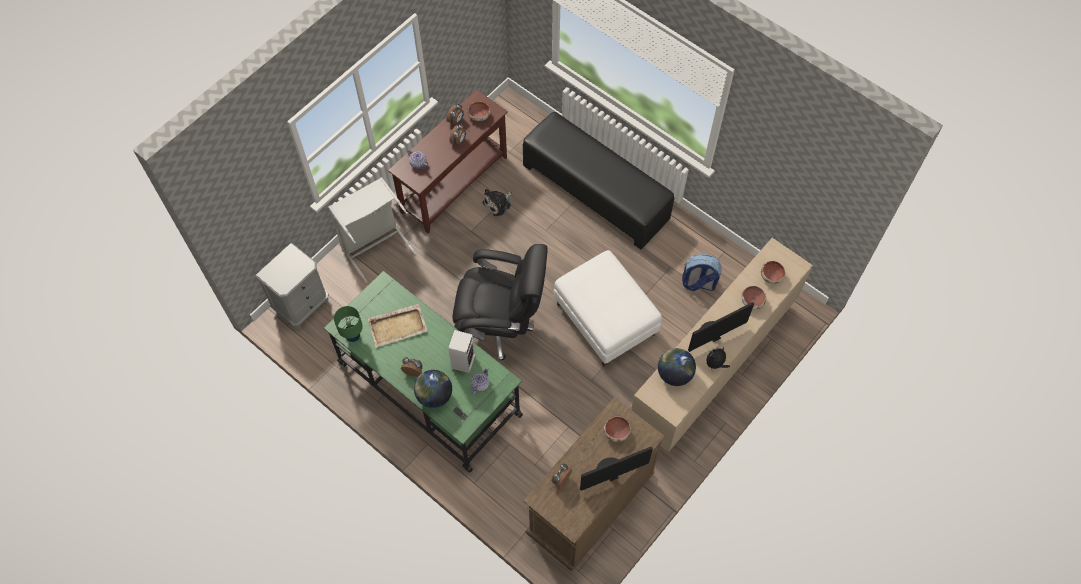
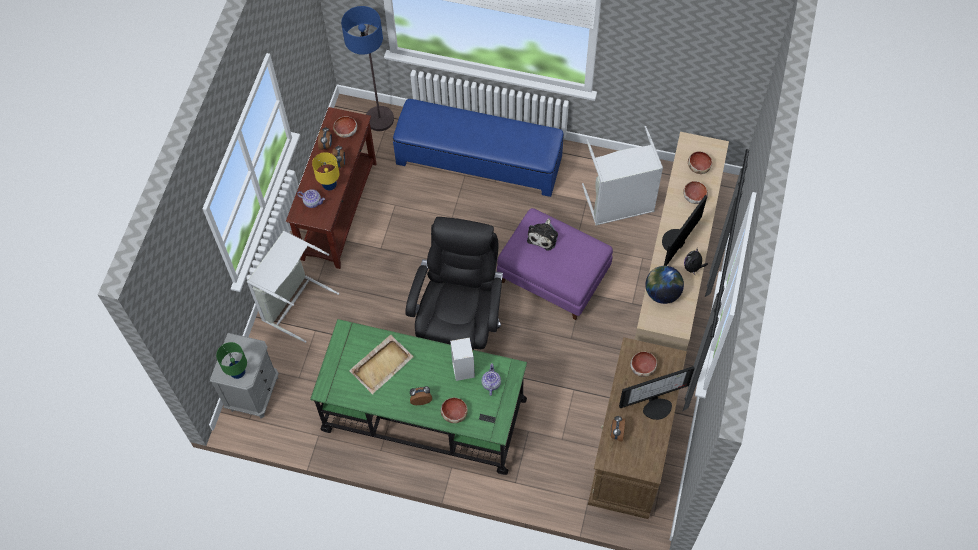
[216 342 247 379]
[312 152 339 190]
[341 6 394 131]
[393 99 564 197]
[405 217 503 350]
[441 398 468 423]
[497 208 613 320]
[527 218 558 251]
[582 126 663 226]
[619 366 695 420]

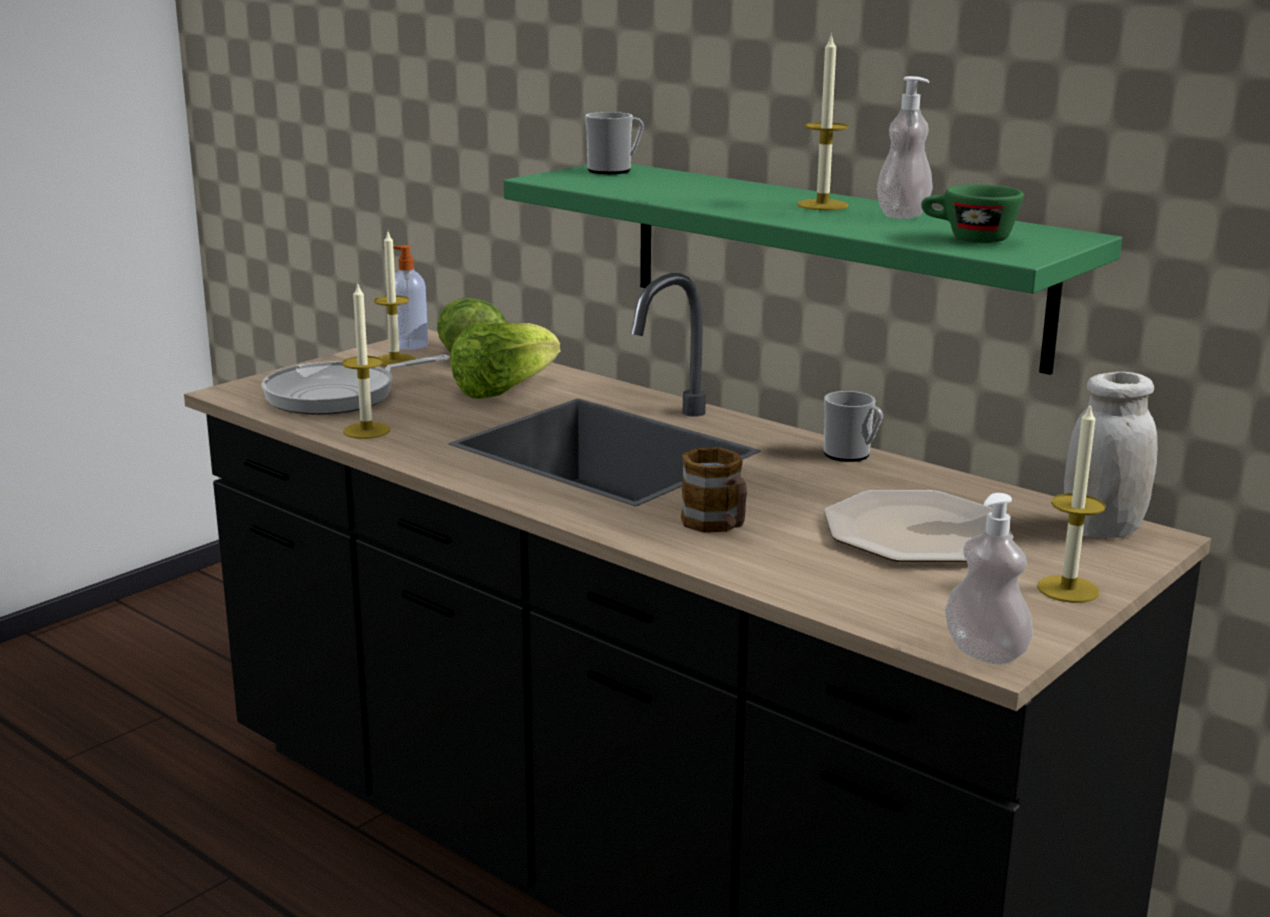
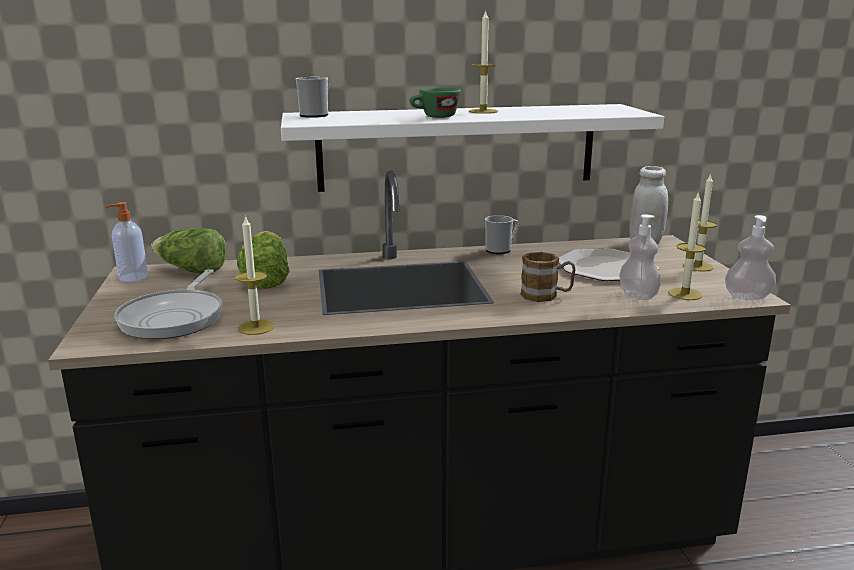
[281 104 664 192]
[410 87 461 118]
[619 215 661 300]
[668 192 706 300]

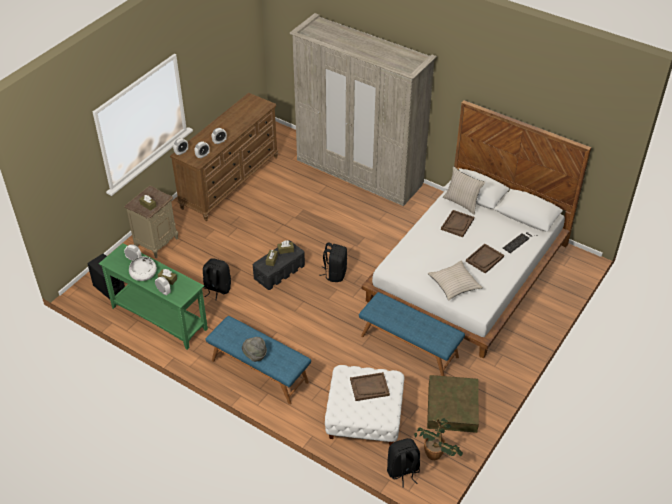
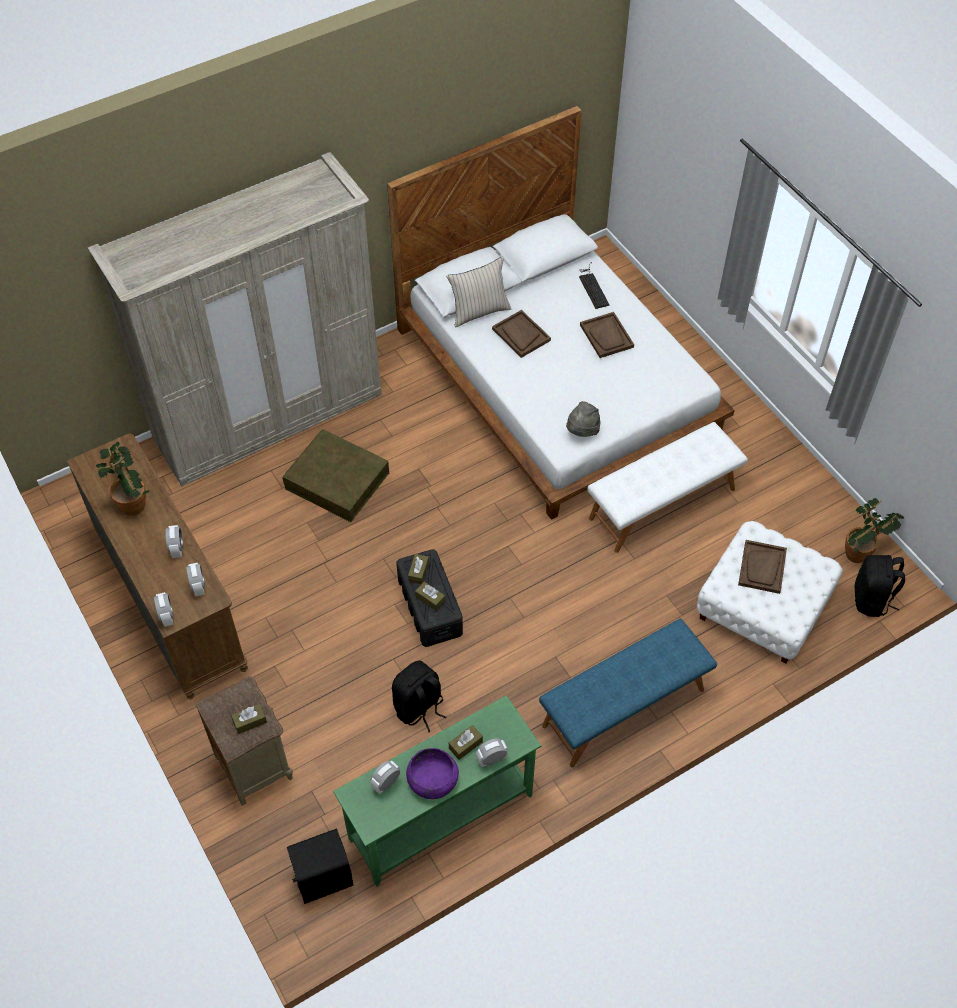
[96 442 150 516]
[282 429 389 522]
[406 748 459 799]
[566 401 601 437]
[588 422 748 553]
[319 242 347 282] (first image)
[427 260 483 301] (first image)

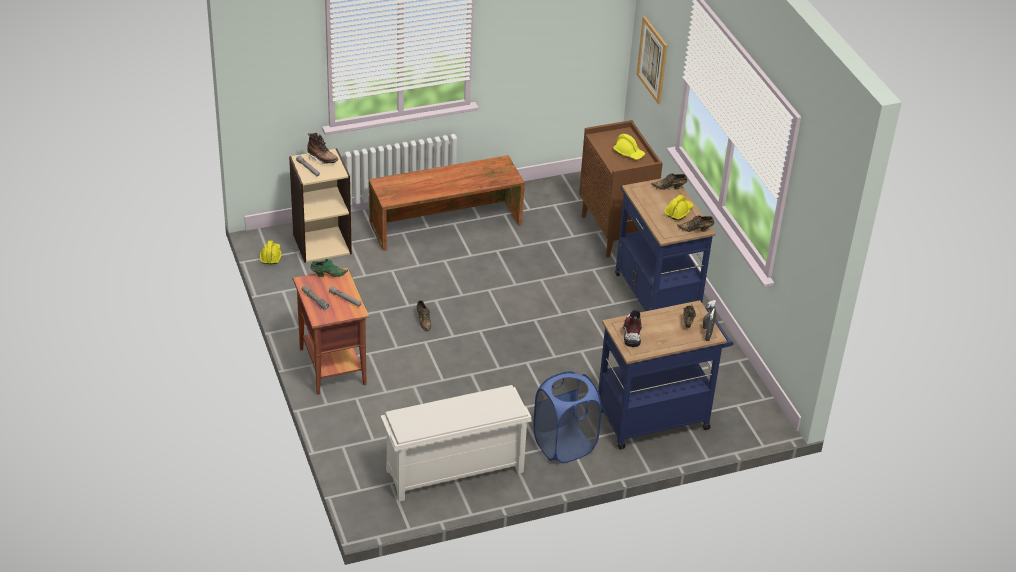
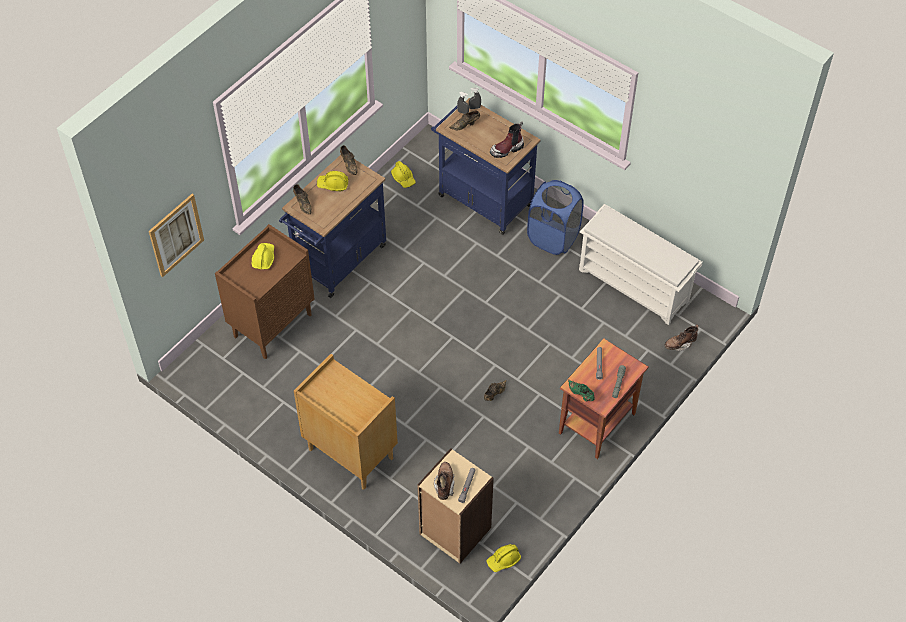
[294 354 398 490]
[391 161 416 188]
[665 324 699 351]

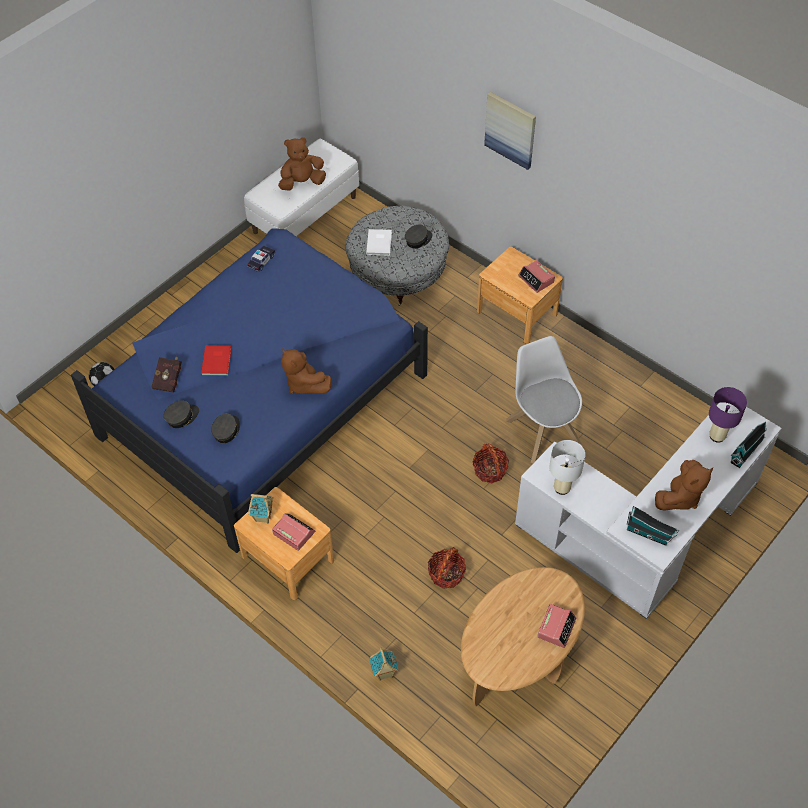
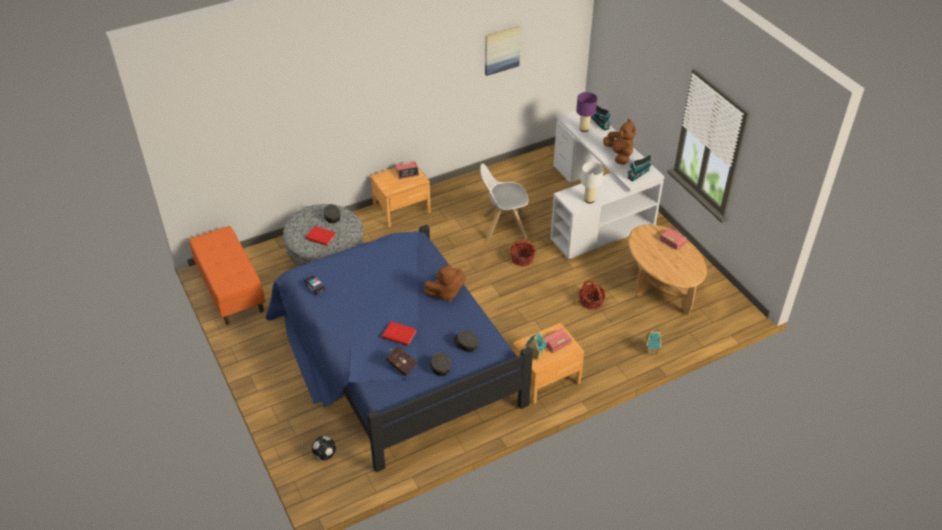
[189 226 265 325]
[305 226 337 246]
[485 26 521 76]
[278 137 326 190] (first image)

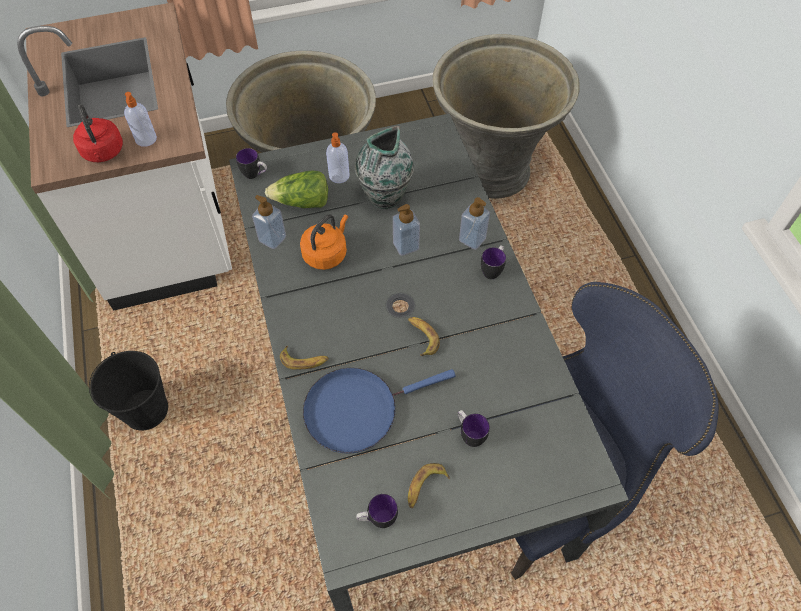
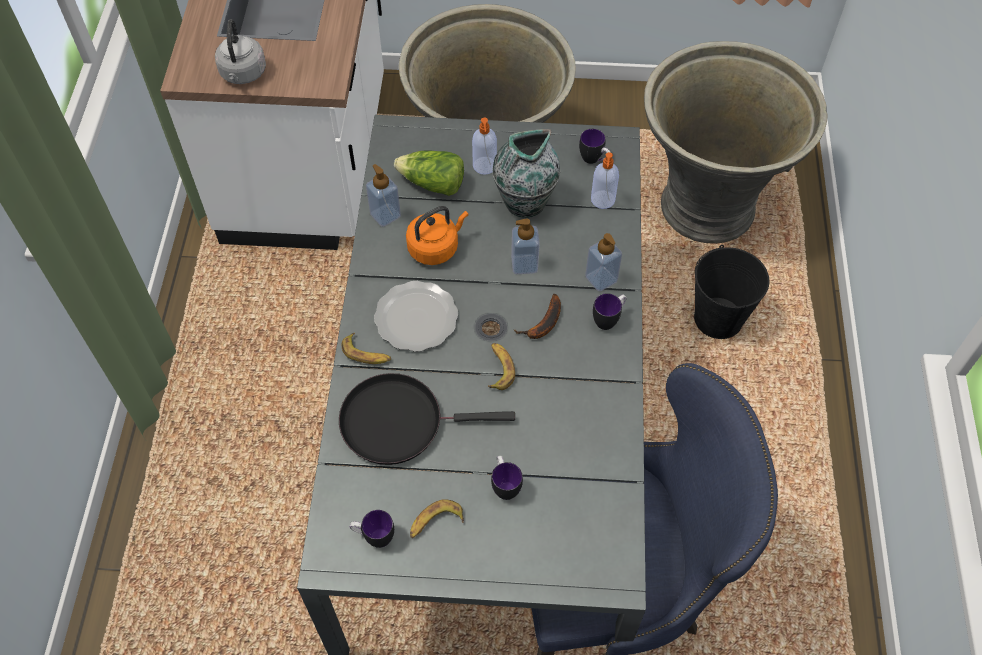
[215 19 266 84]
[339 373 515 465]
[374 281 458 352]
[513 294 561 339]
[579 129 611 164]
[591 152 619 209]
[694 245 769 339]

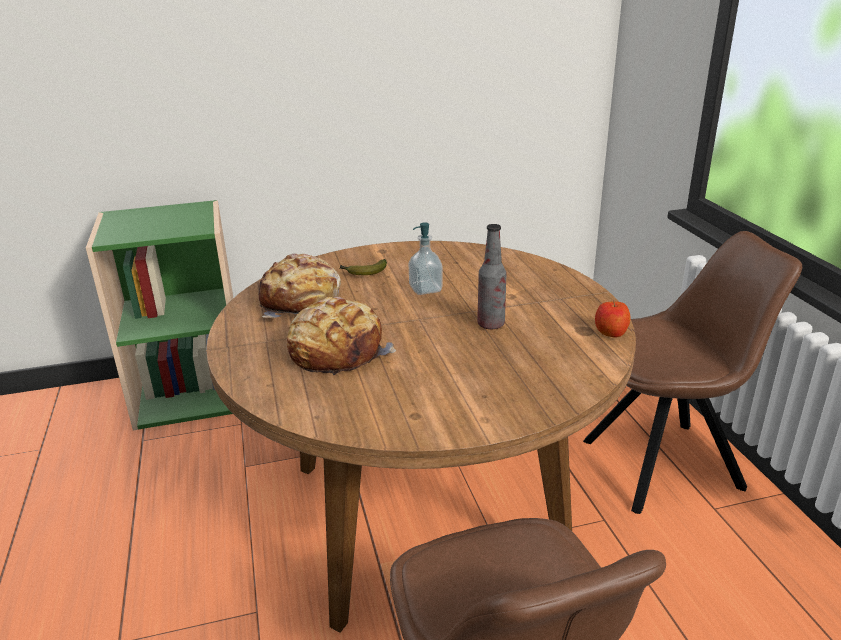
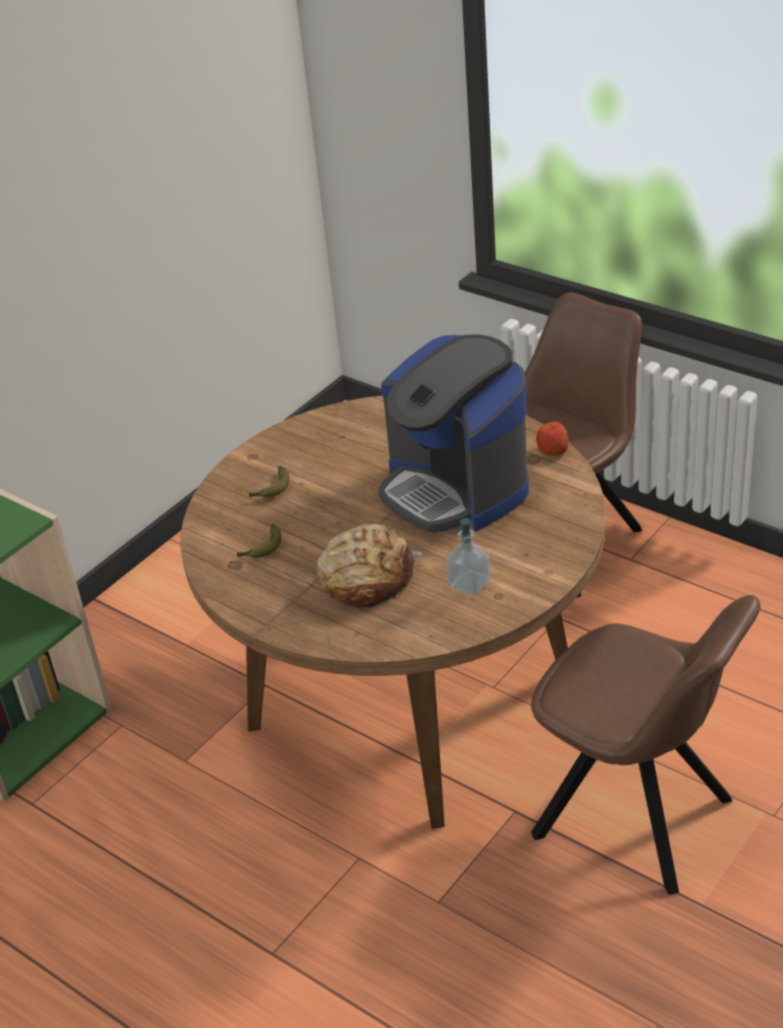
[237 524 281 558]
[378 334 529 532]
[447 518 490 596]

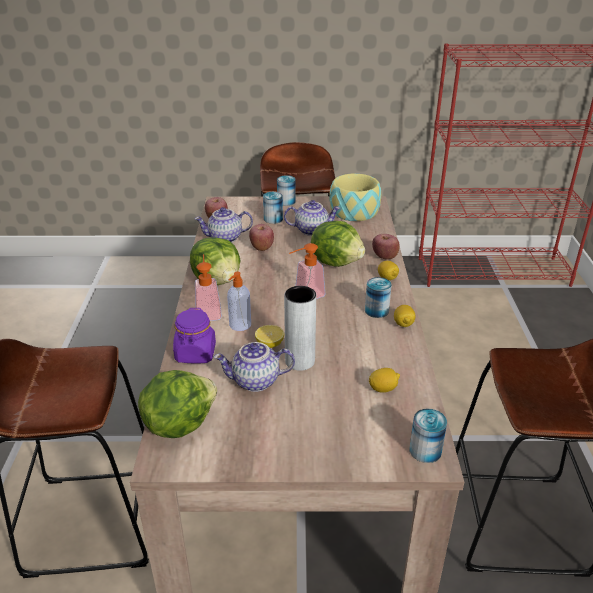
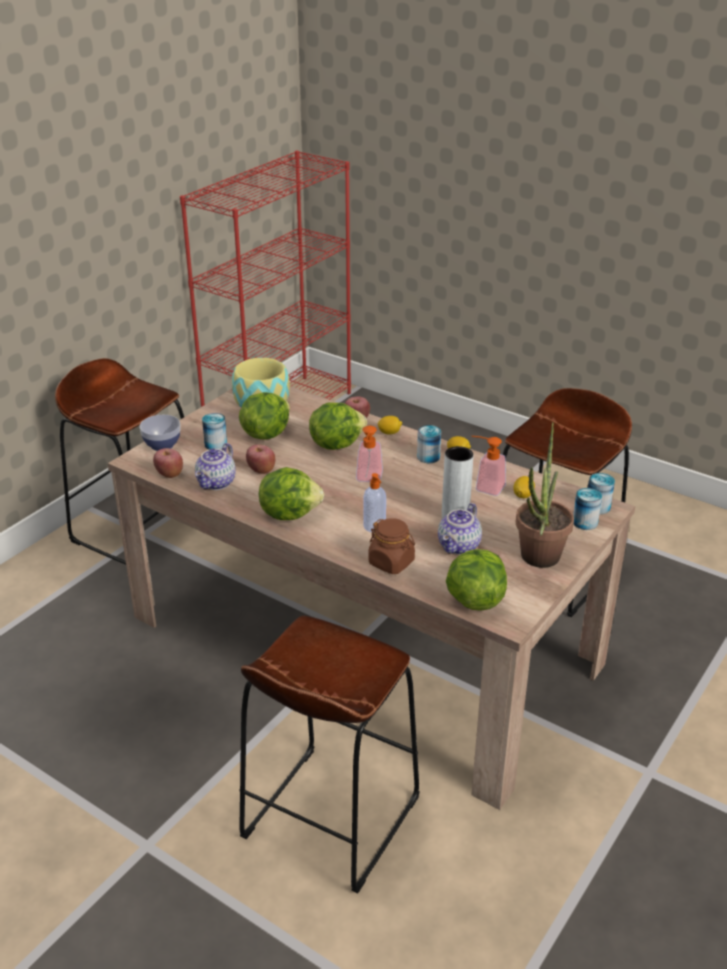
[139 415 181 451]
[239 392 290 440]
[369 518 415 574]
[472 436 506 496]
[516 422 574 568]
[573 488 602 530]
[255 325 284 348] (first image)

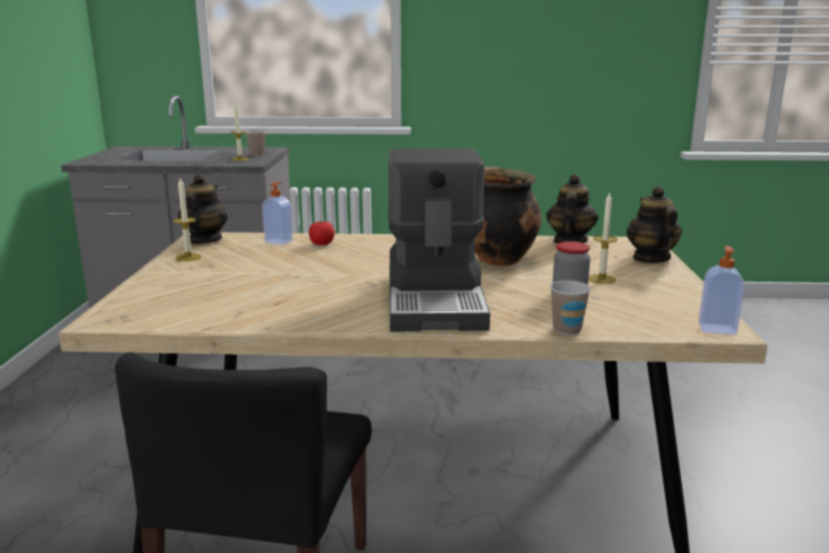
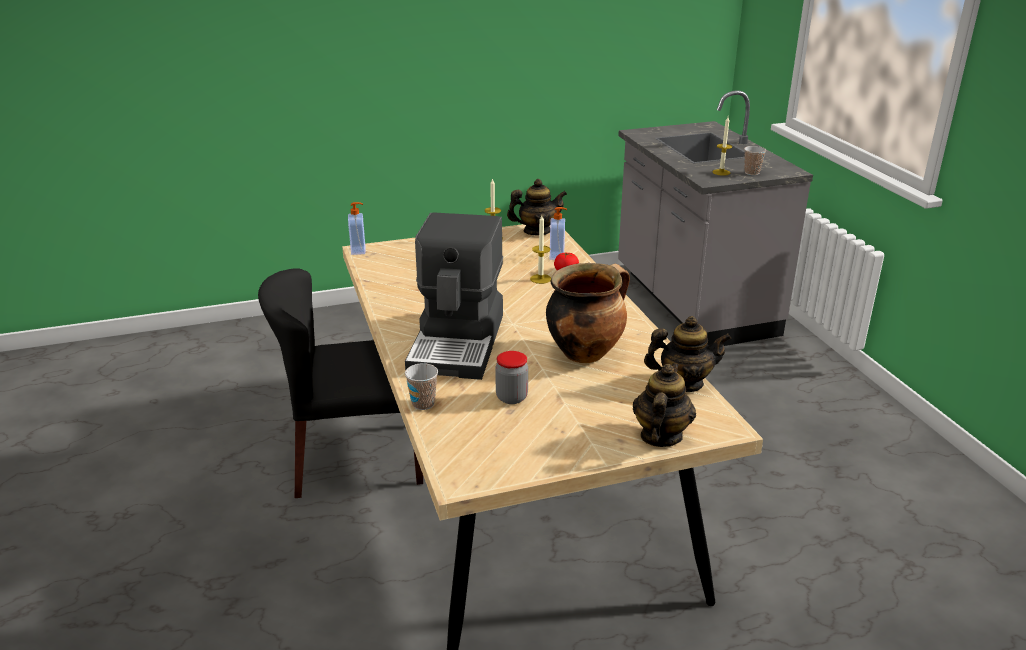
[348 202 365 255]
[405 212 503 380]
[530 215 551 284]
[633 363 696 447]

